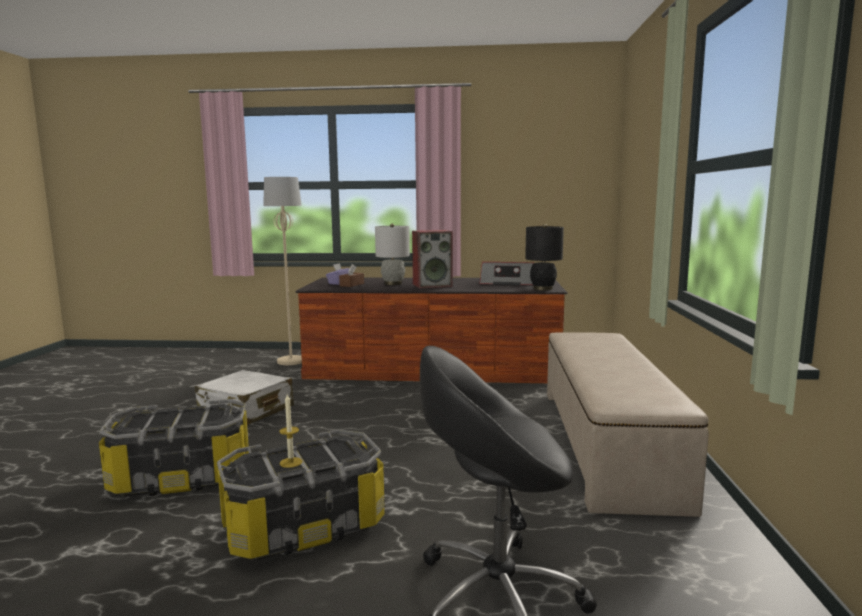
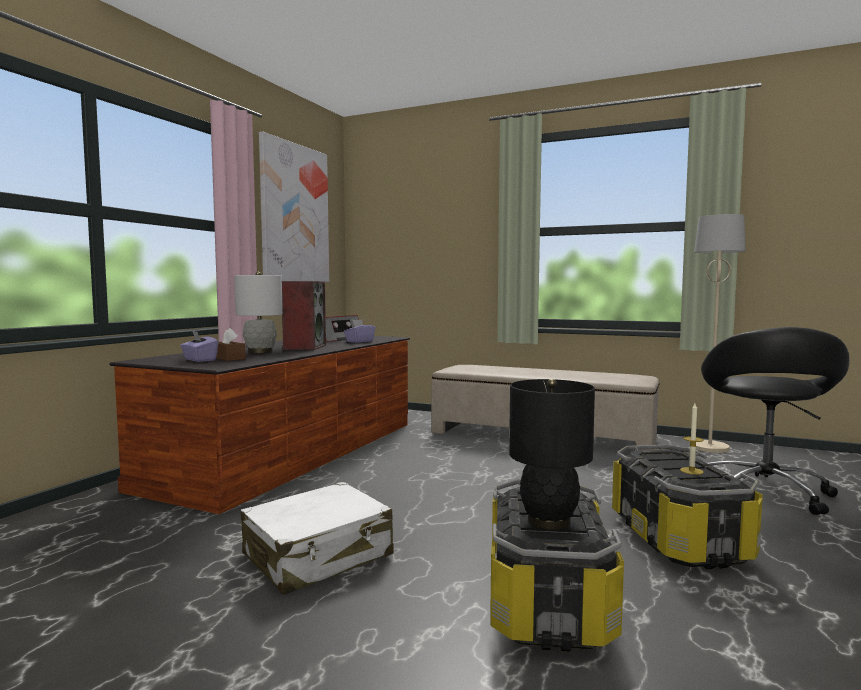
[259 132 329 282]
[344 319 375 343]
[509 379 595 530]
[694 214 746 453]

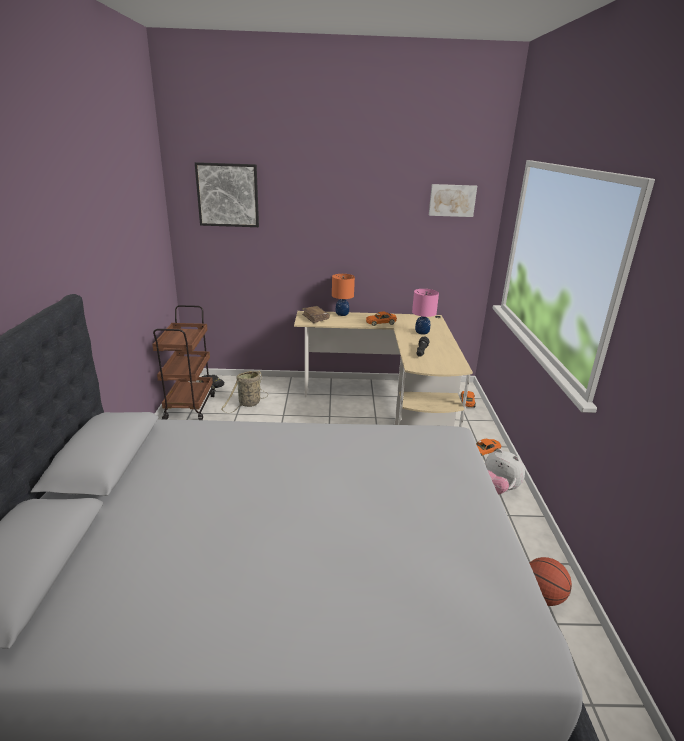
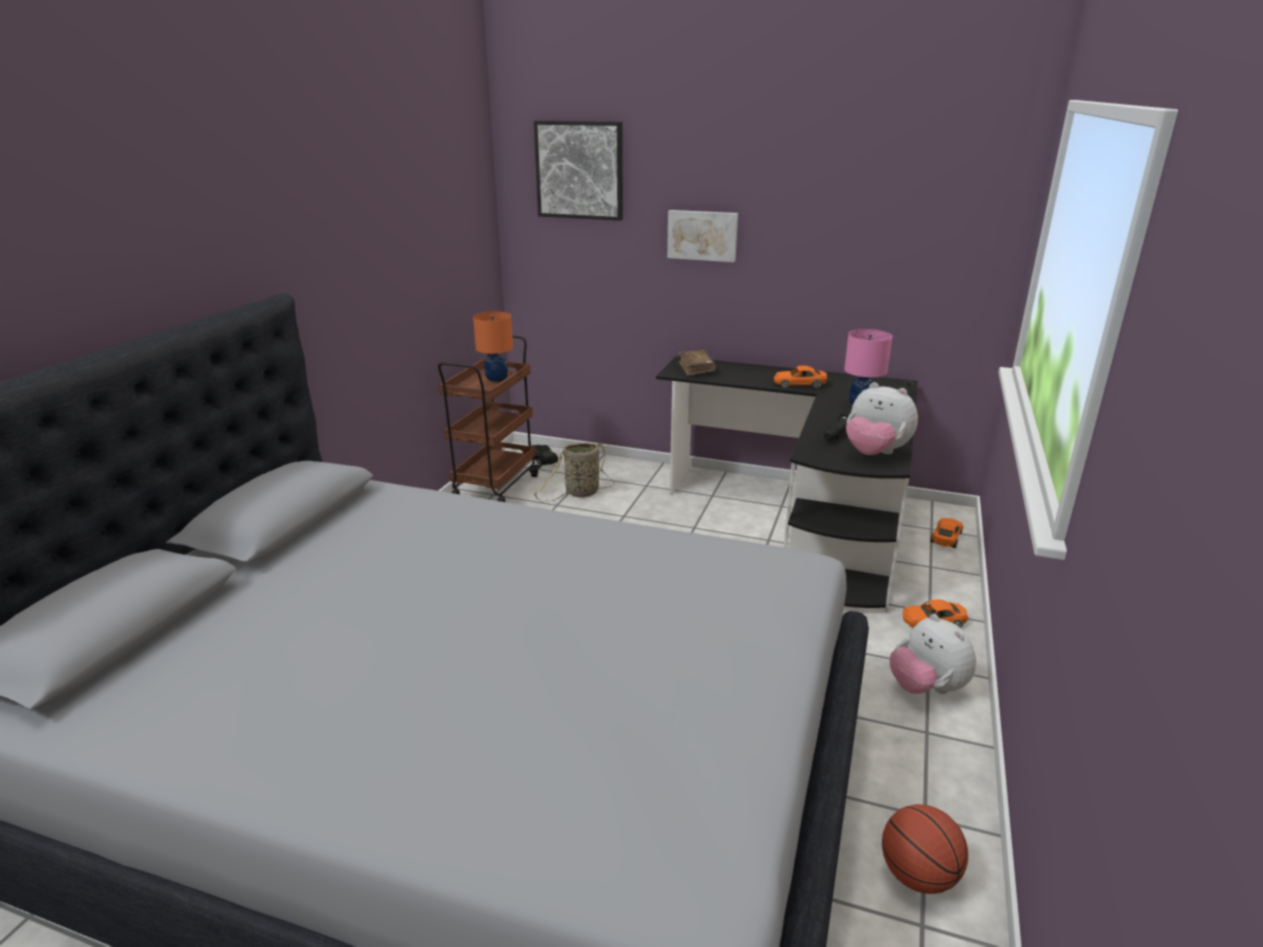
[473 311 513 382]
[656 356 918 612]
[667 210 738 262]
[846 382 918 455]

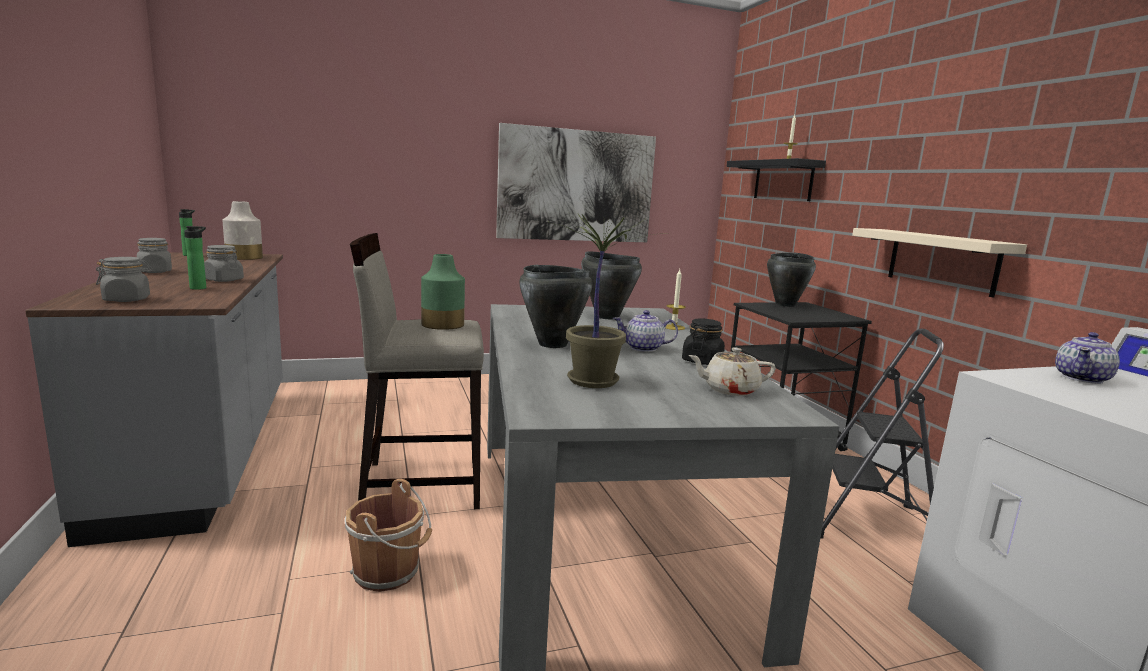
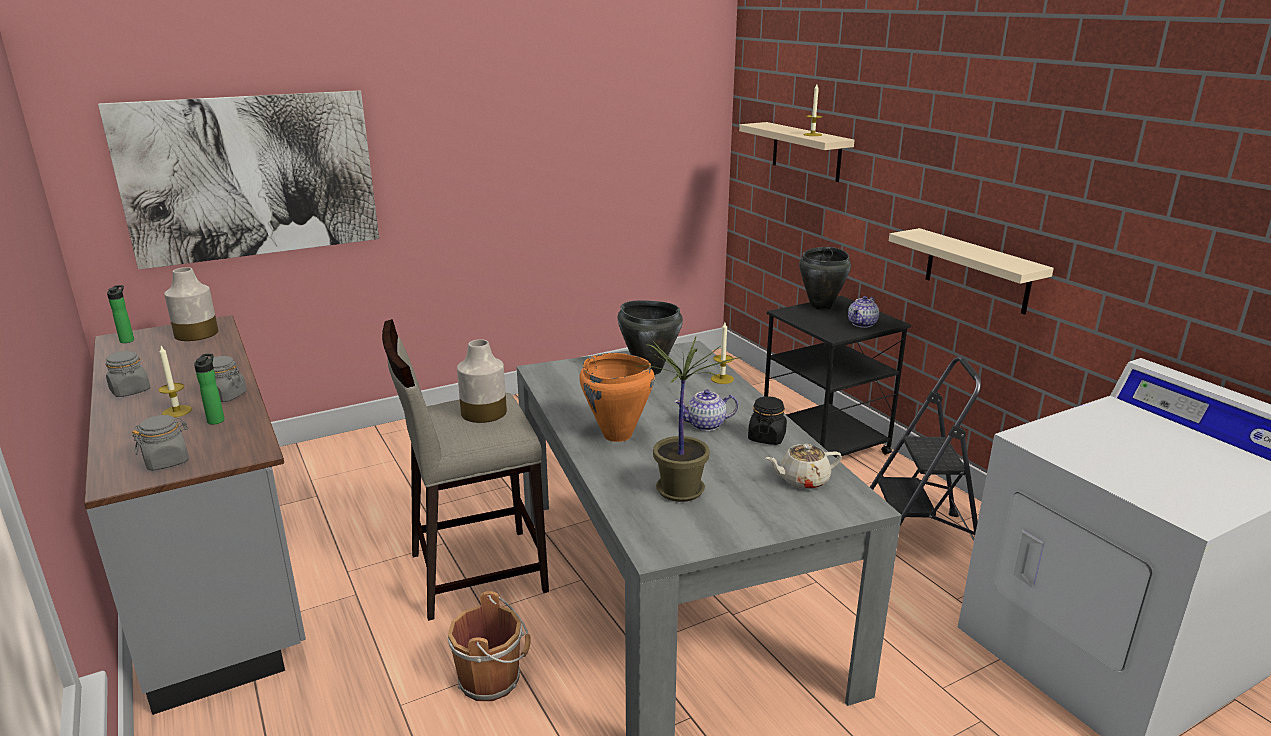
[98 90 379 270]
[158 346 192 417]
[457 339 507 423]
[579 353 655 442]
[739 122 854 182]
[848 296 879 328]

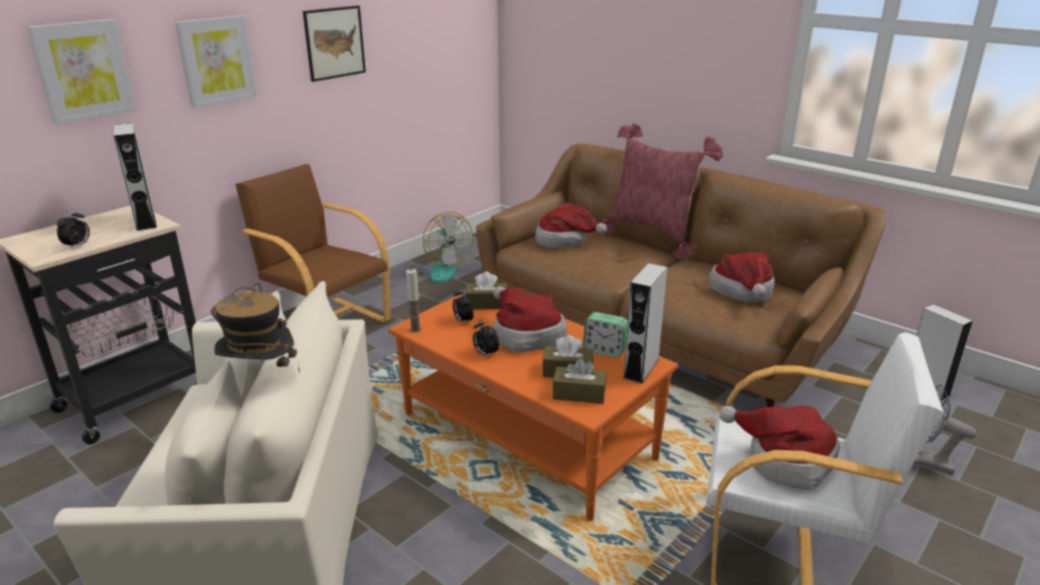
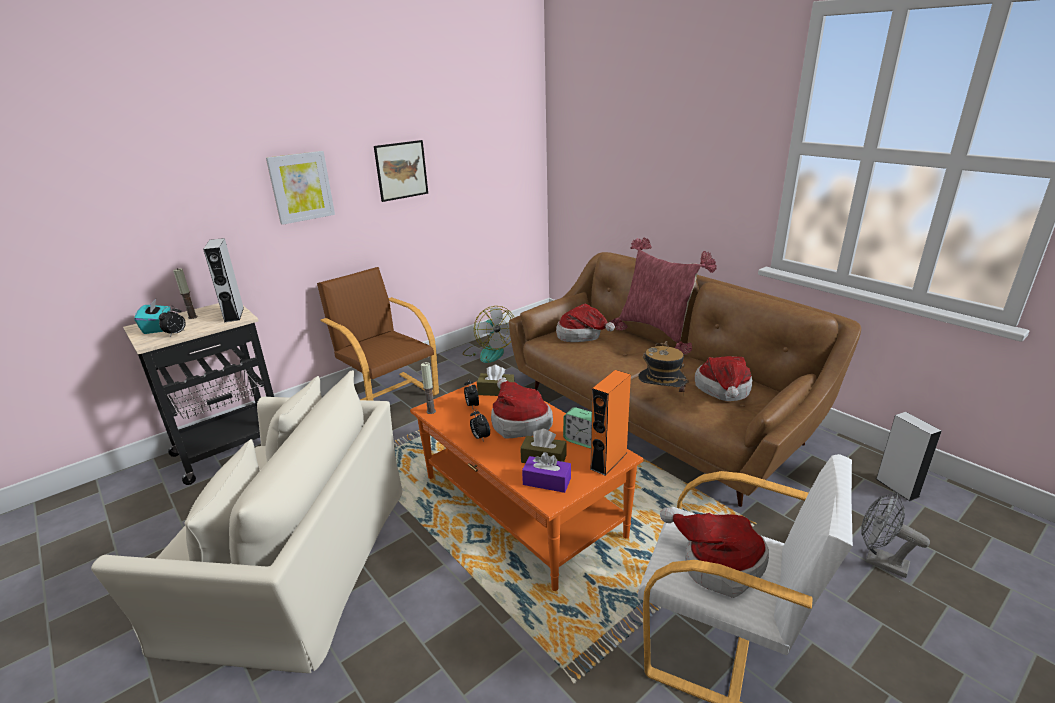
[135 299 170 334]
[173 268 198 319]
[522 452 571 493]
[590 370 631 476]
[638 341 689 397]
[27 19 136 125] (first image)

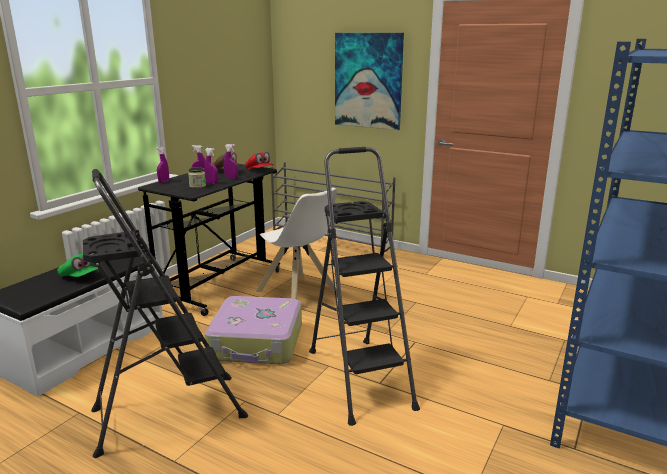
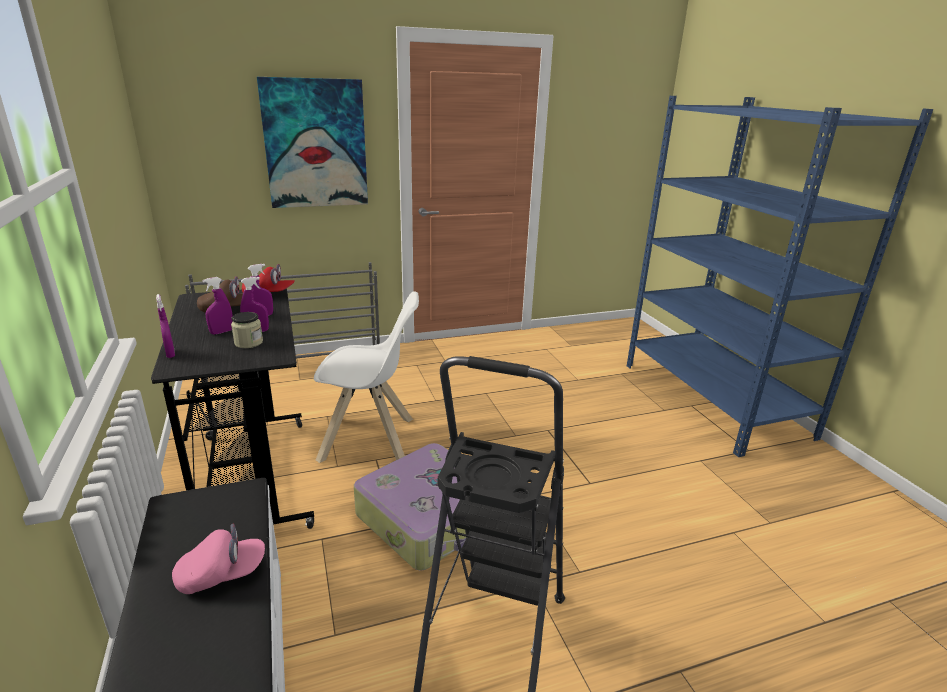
[172 524 265 594]
[309 147 420 426] (first image)

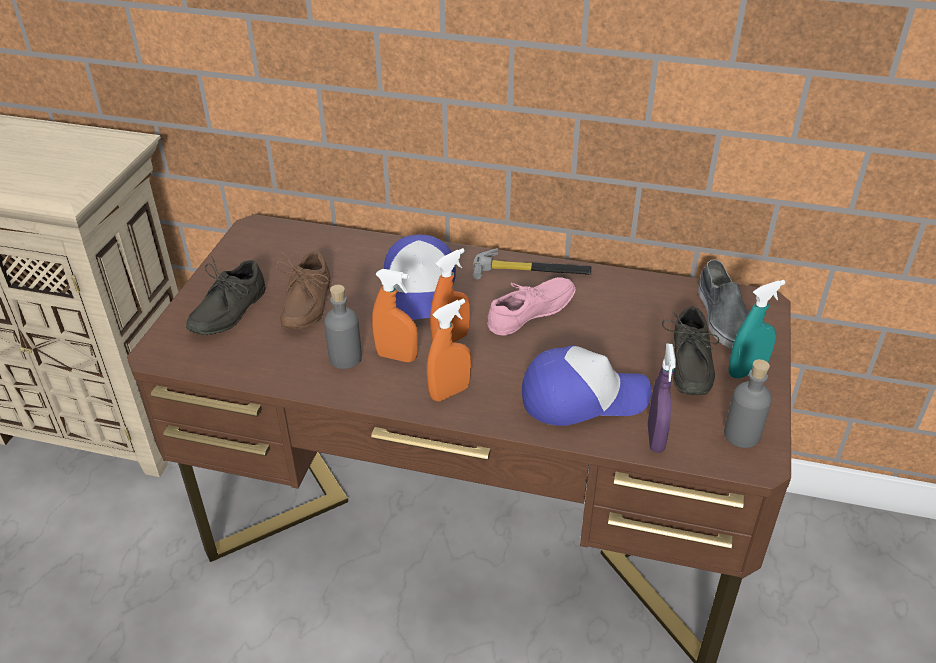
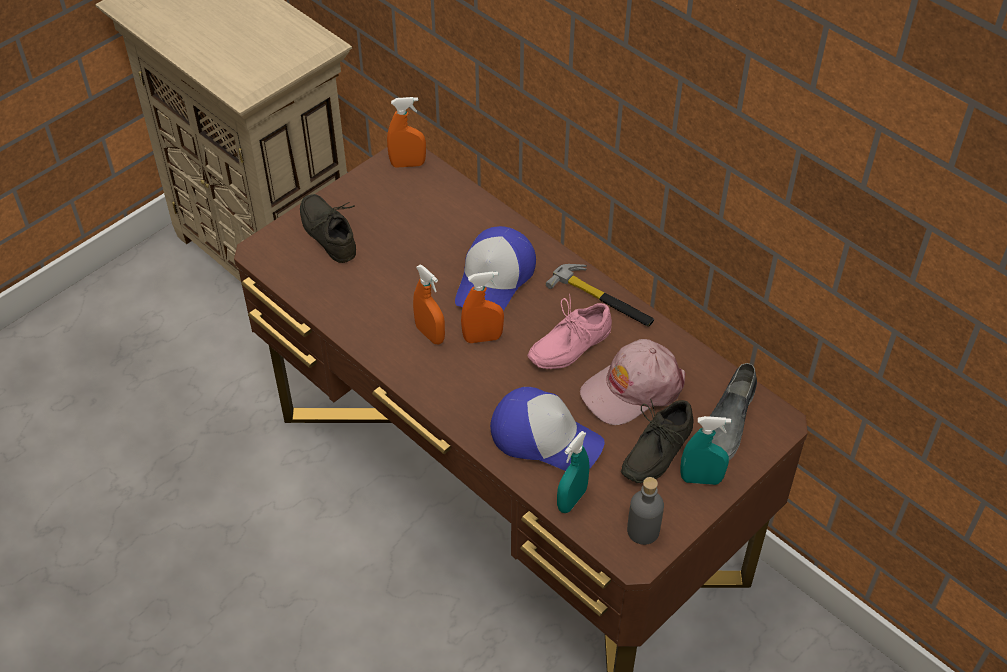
[300 194 356 263]
[387 97 426 168]
[527 294 612 369]
[557 431 590 513]
[580 339 685 425]
[276 251 330 329] (first image)
[324 285 362 369] (first image)

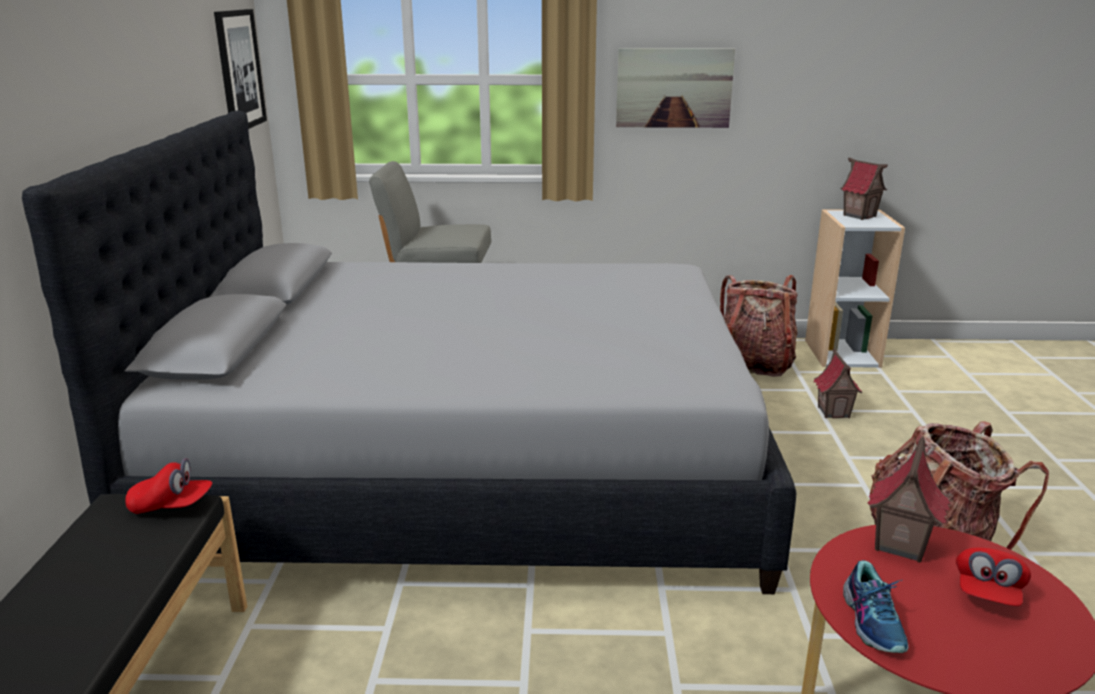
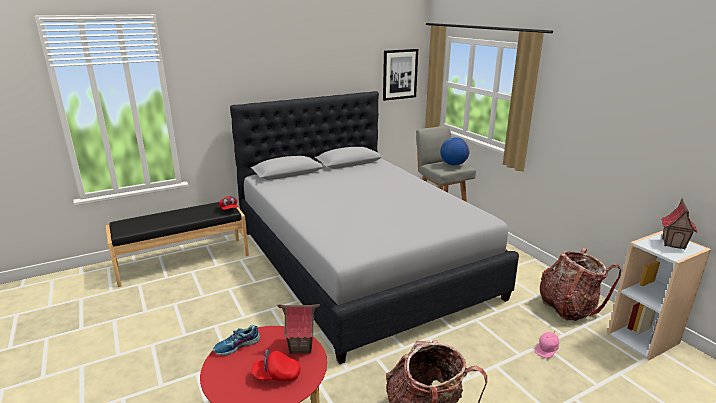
[441 137 470 166]
[535 331 559 358]
[616 48 735 128] (first image)

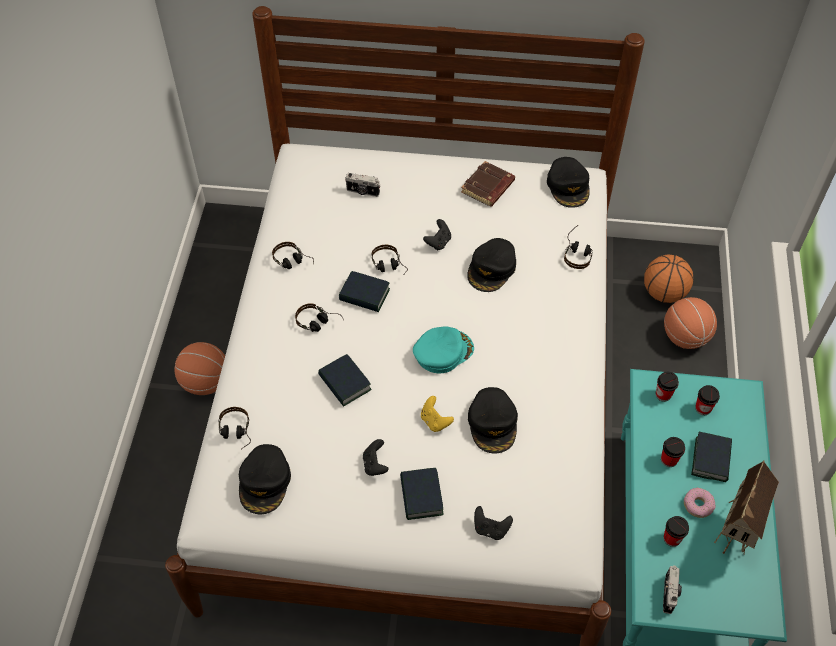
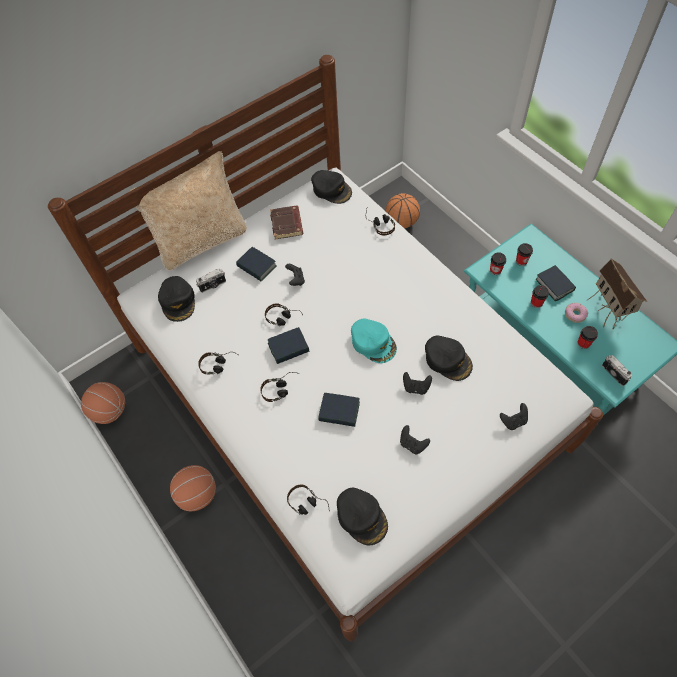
[81 382 125 424]
[128 151 247 270]
[158 276 195 322]
[236 247 277 282]
[351 319 397 363]
[403 372 432 395]

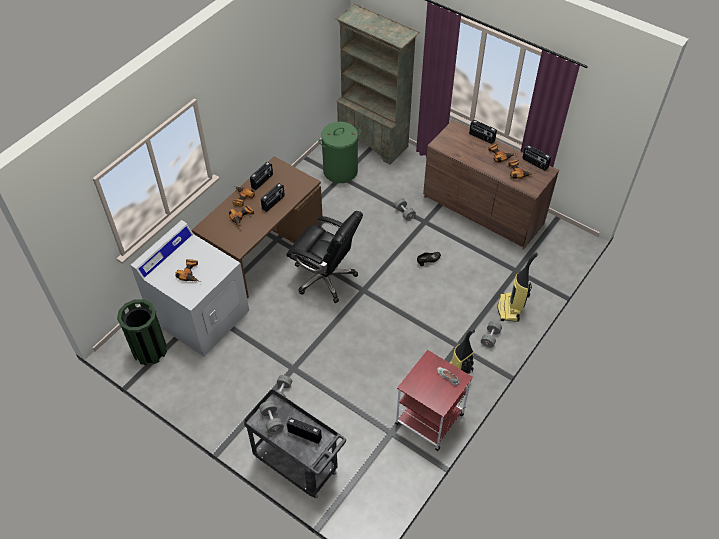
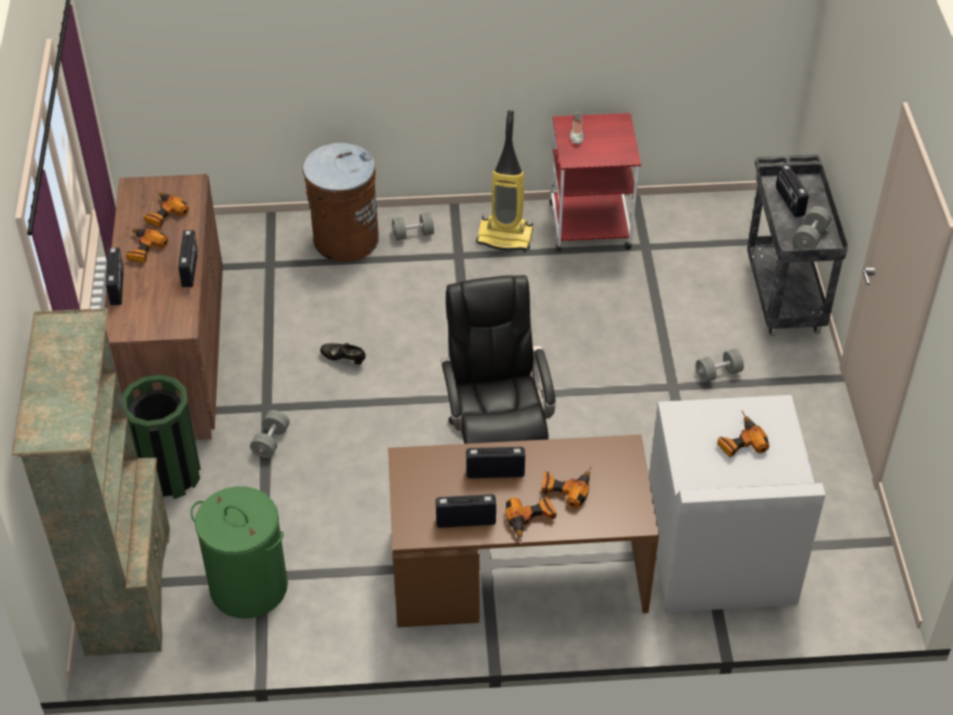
[122 374 201 499]
[178 230 198 287]
[302 143 379 262]

